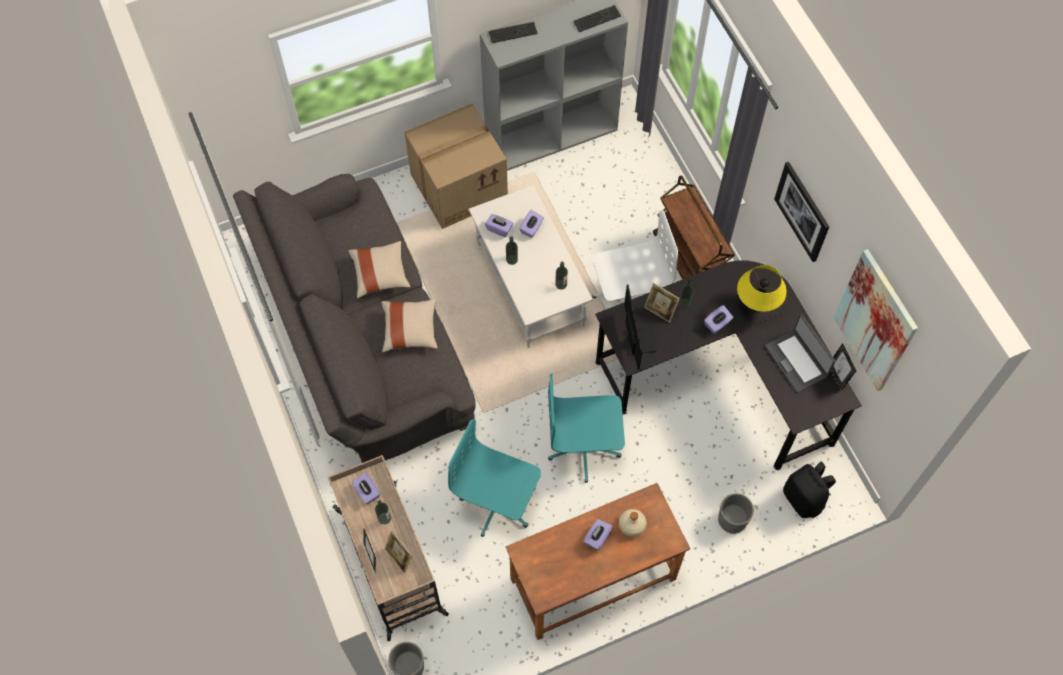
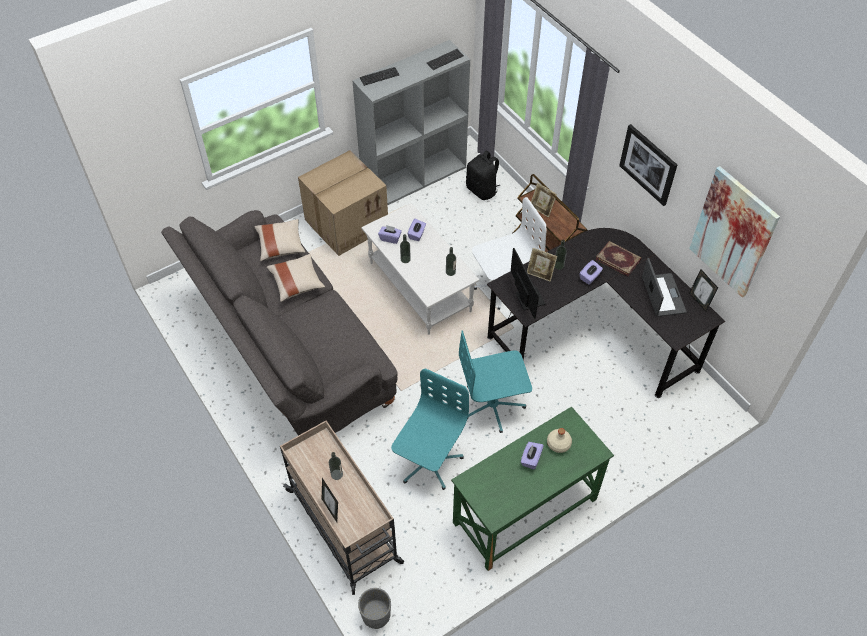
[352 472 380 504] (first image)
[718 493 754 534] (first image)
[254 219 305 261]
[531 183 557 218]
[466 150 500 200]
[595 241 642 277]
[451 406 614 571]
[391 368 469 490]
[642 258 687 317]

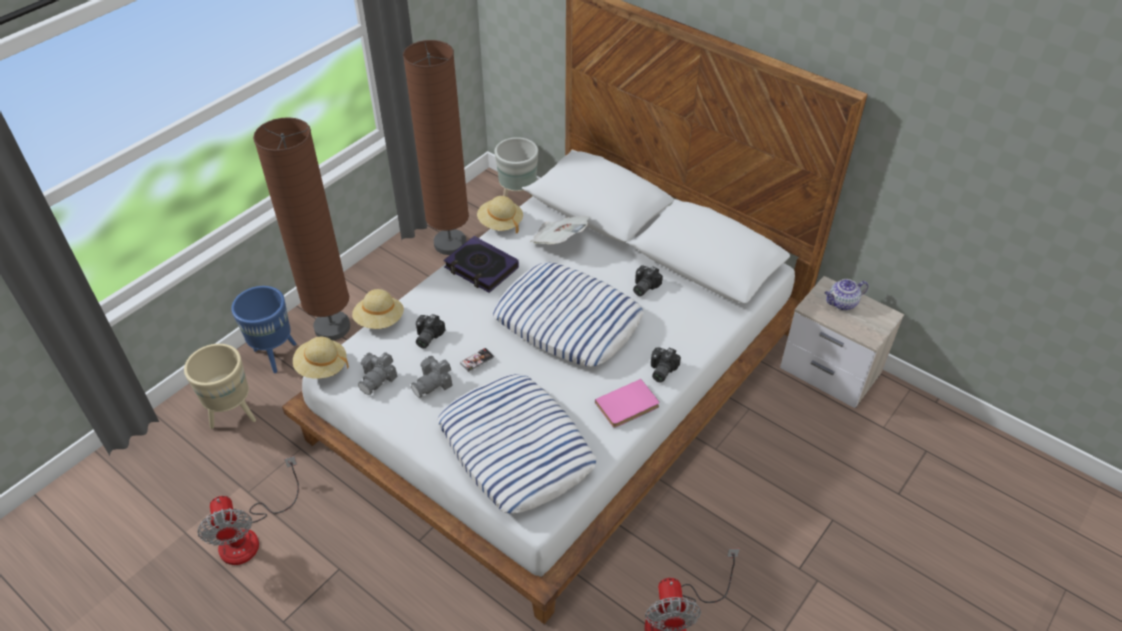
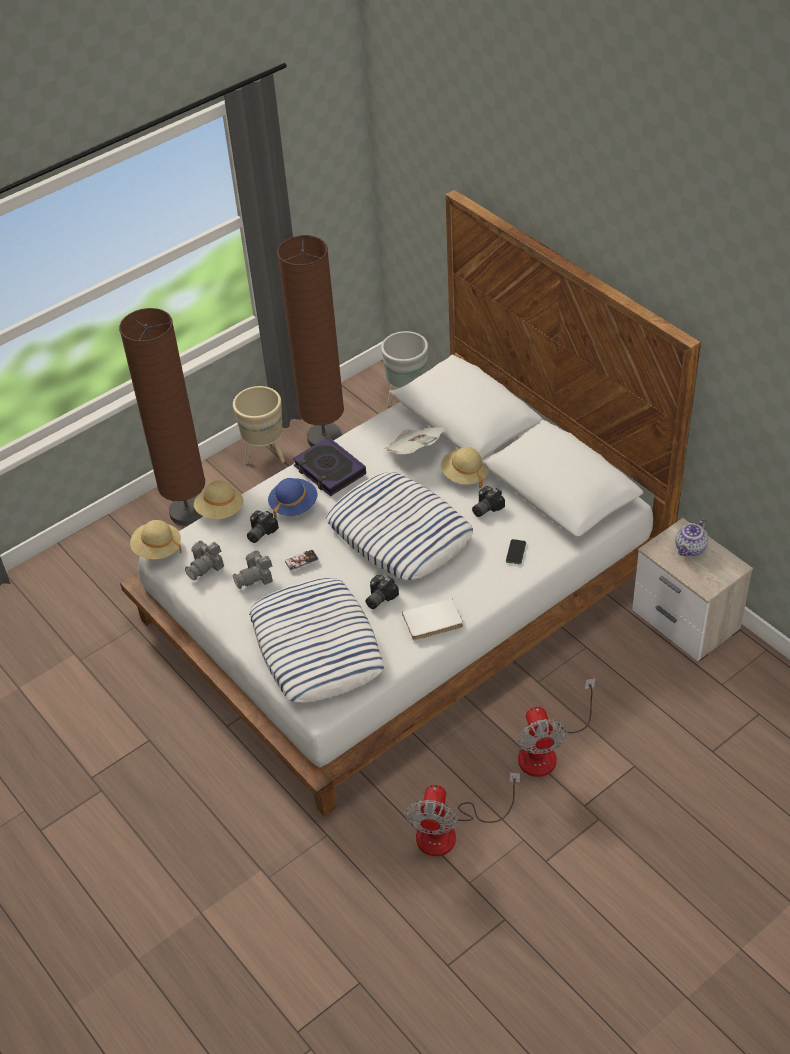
[231 286 296 373] (first image)
[268 478 318 519]
[506 539 526 564]
[233 386 285 464]
[518 678 595 777]
[441 447 489 488]
[365 575 399 609]
[402 598 463 640]
[675 518 708 556]

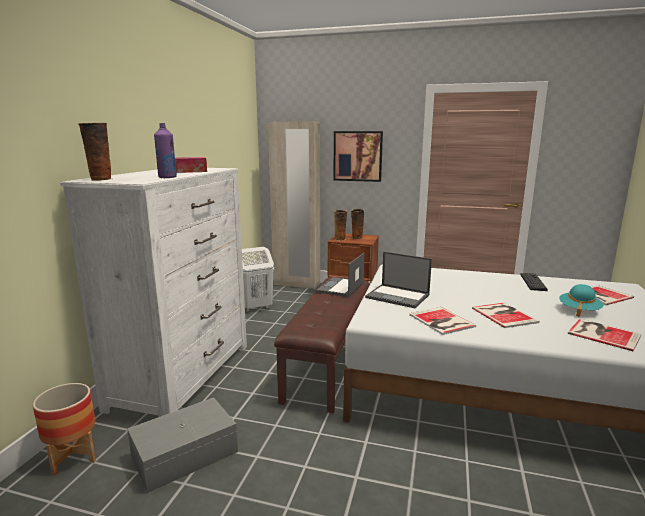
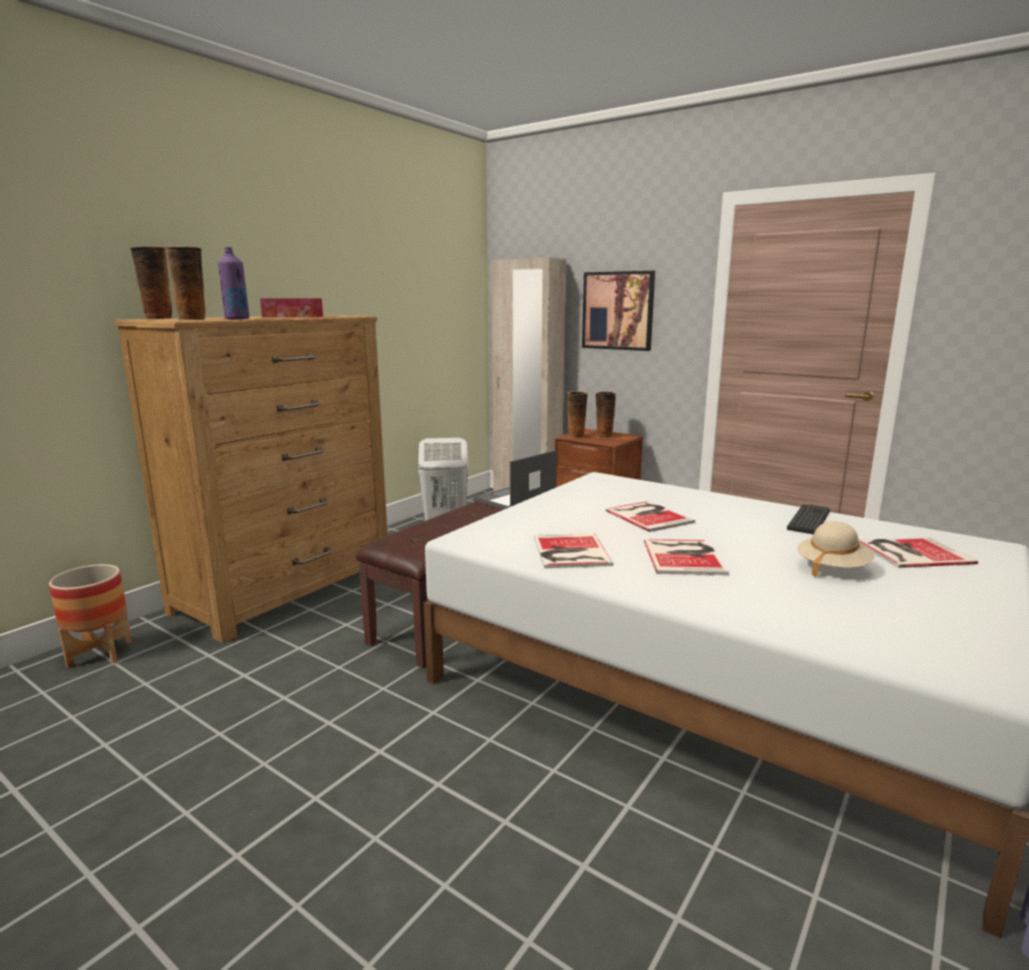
[127 397 238 493] (first image)
[365 252 432 308] (first image)
[166 246 205 320]
[605 501 695 532]
[114 315 388 643]
[797 521 875 577]

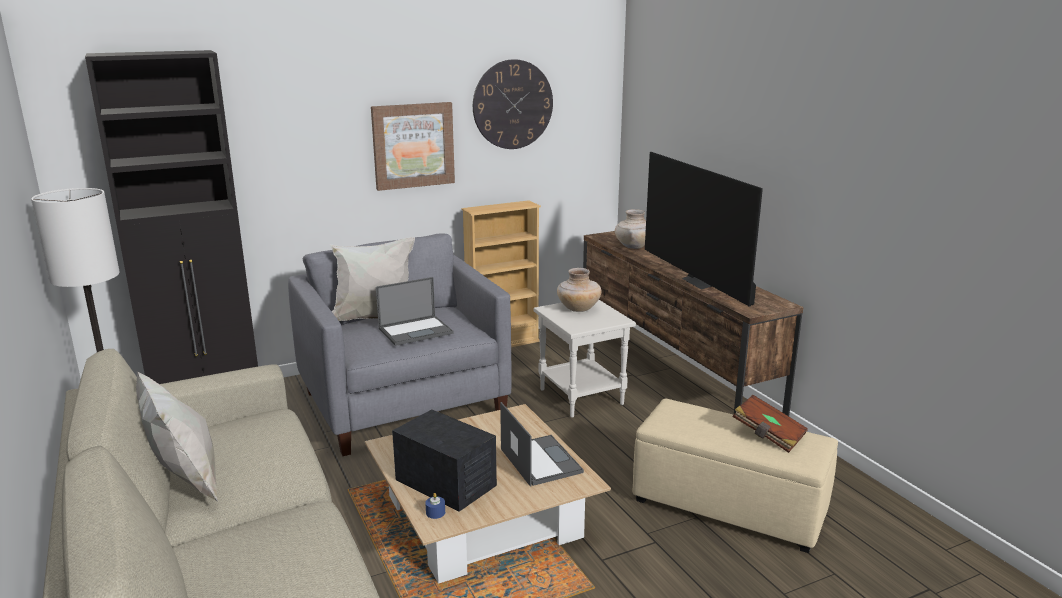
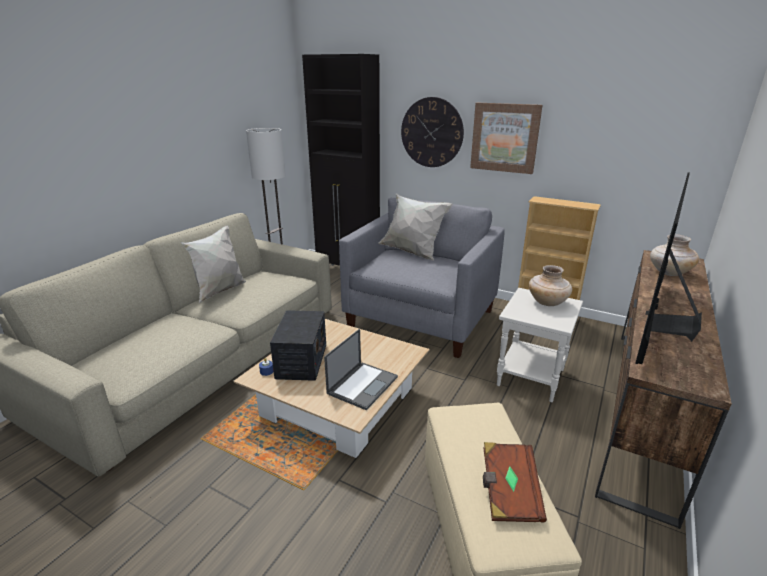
[376 277 453 346] (first image)
[401 97 464 167]

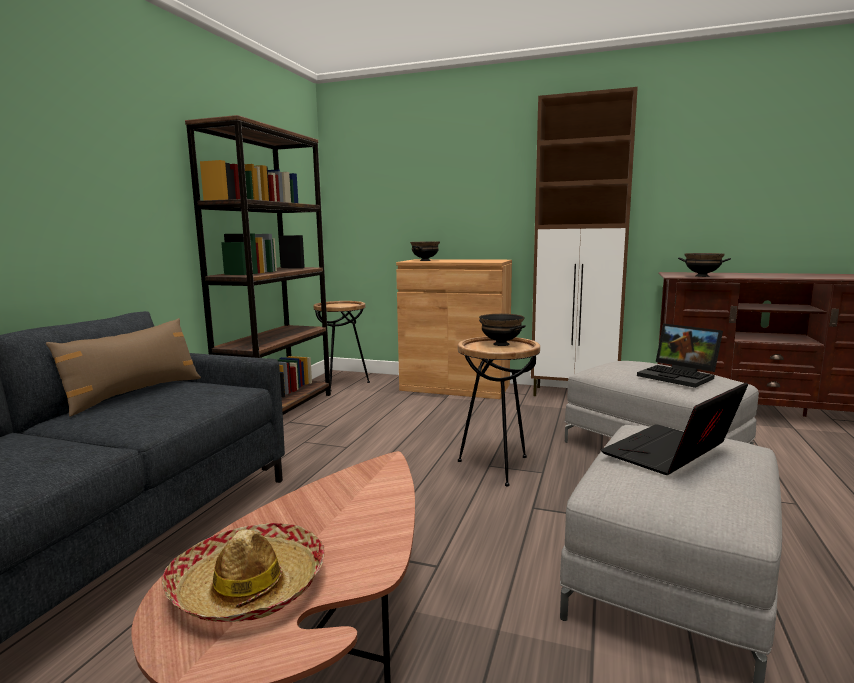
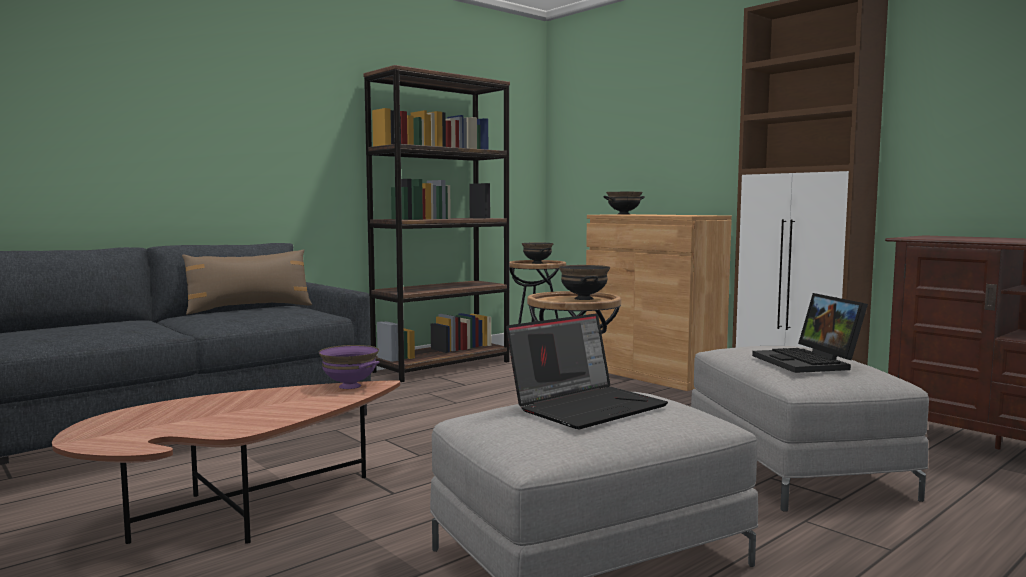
[162 523 325 622] (first image)
[319 345 379 389]
[522 243 554 264]
[506 313 668 429]

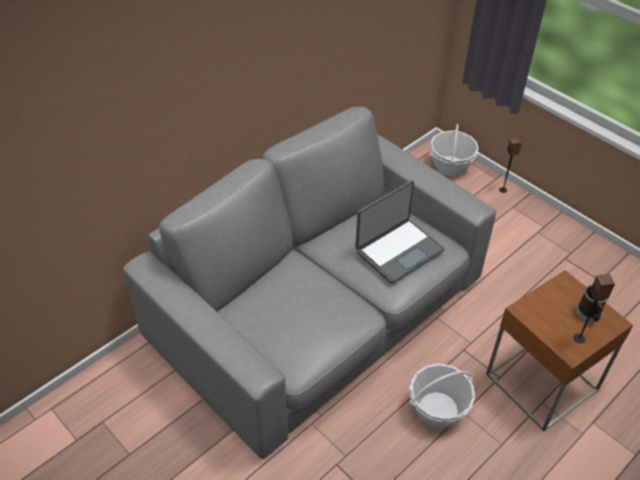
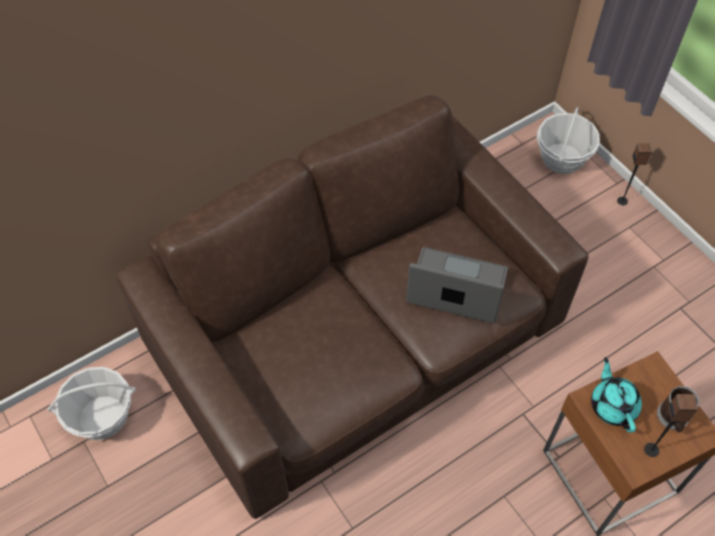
[591 357 642 433]
[47 367 136 440]
[116 95 589 519]
[406 247 508 323]

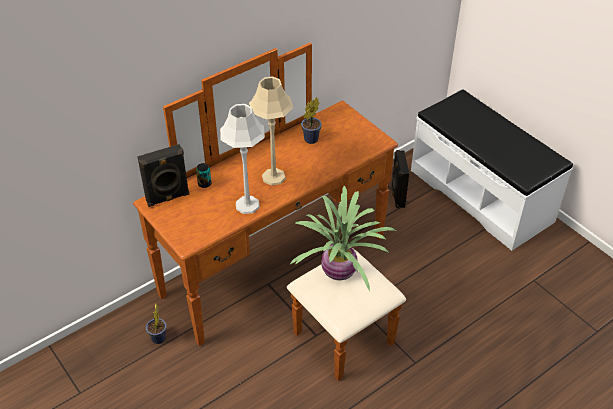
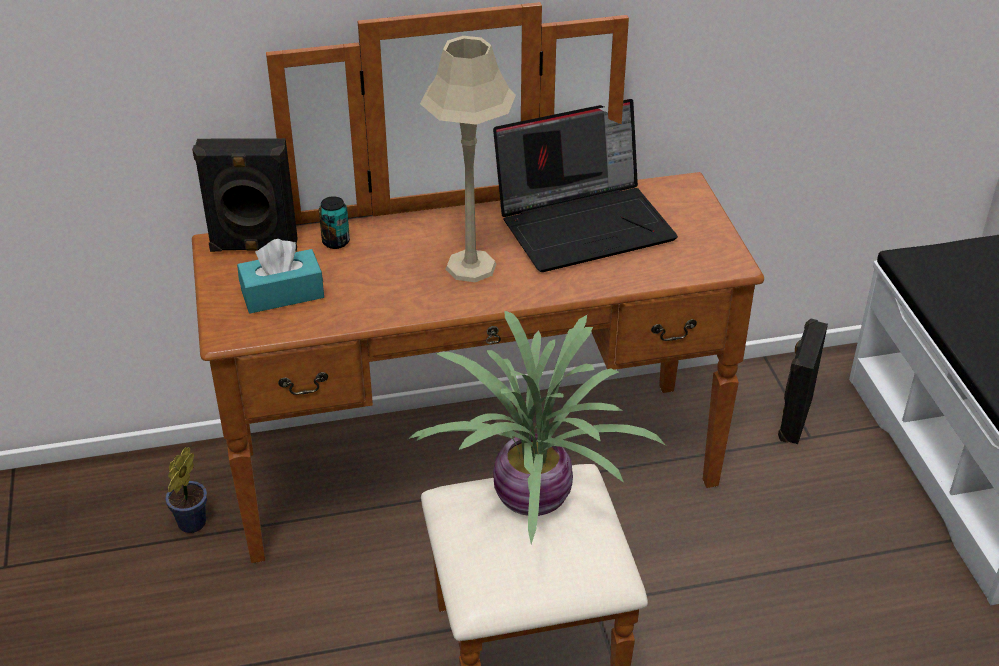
[220 104 265 214] (first image)
[237 239 324 314]
[493 99 678 272]

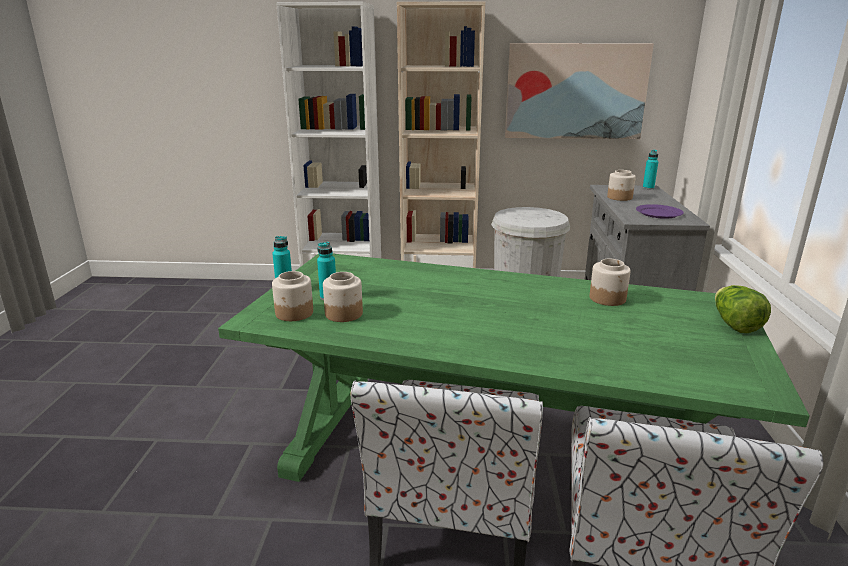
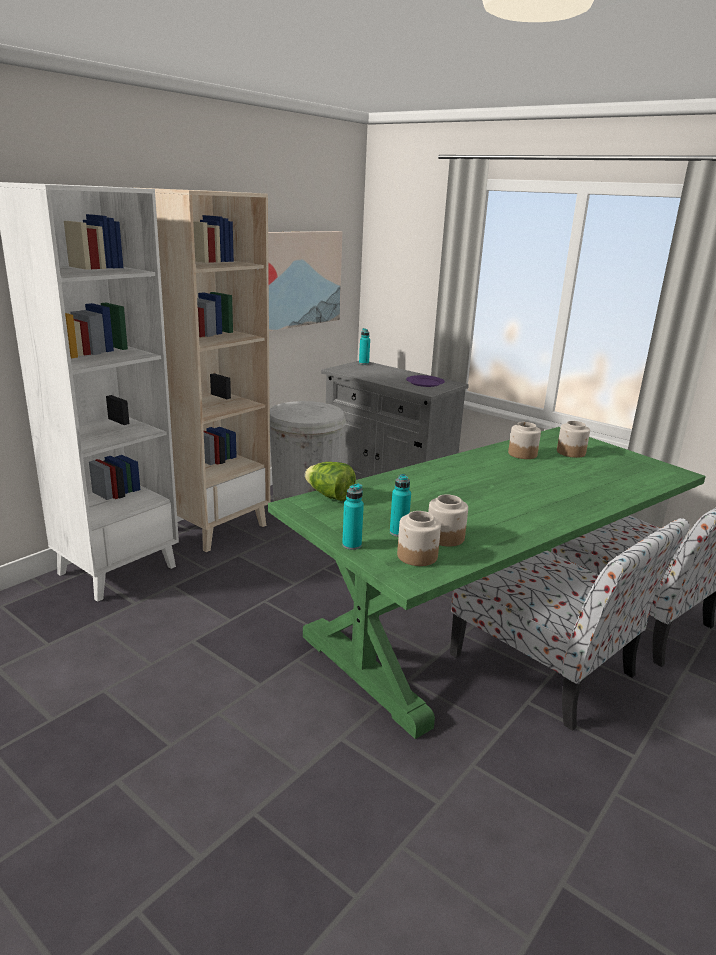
[557 421 590 458]
[305 462 356 501]

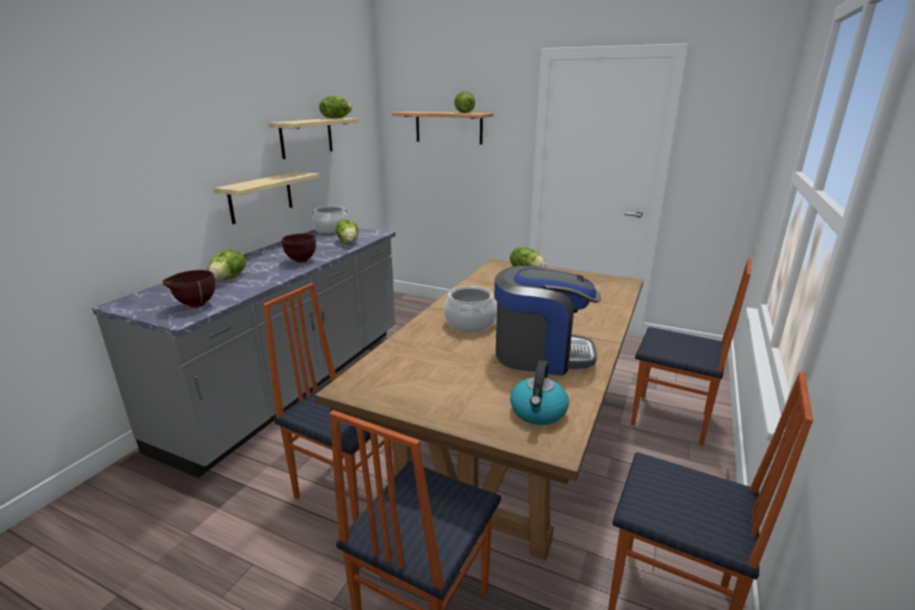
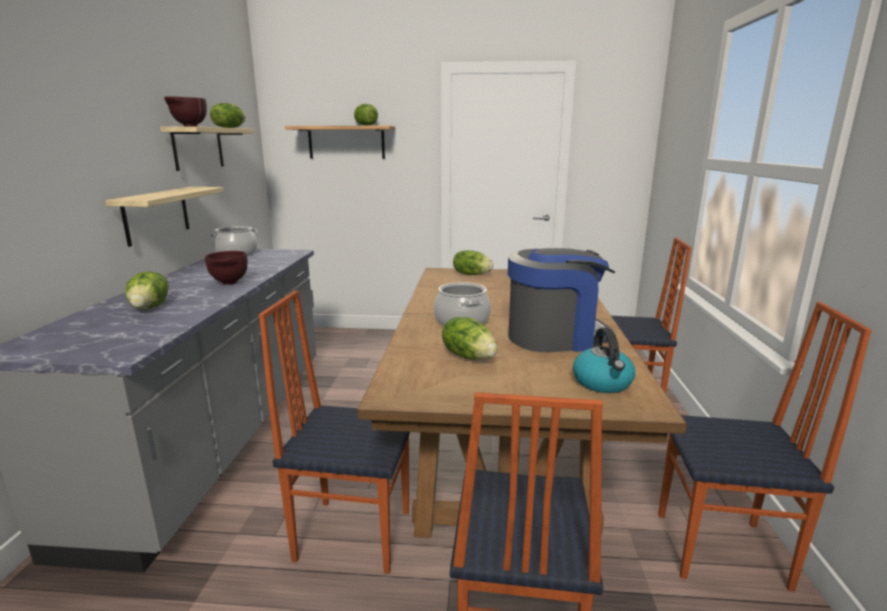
[164 96 207 126]
[442 317 498 360]

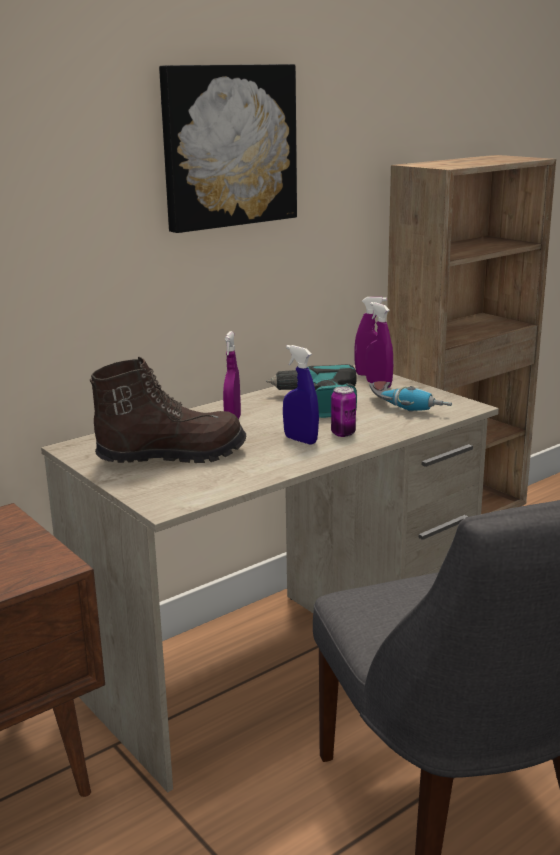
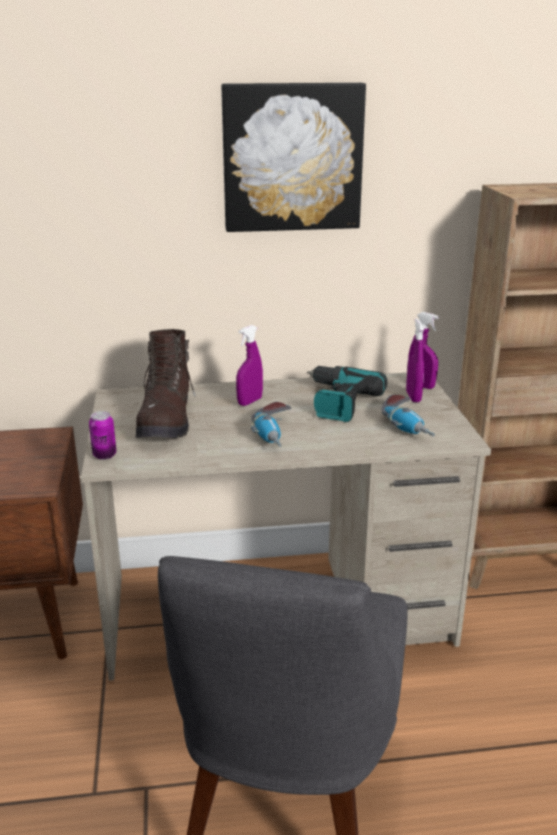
[89 411 116 460]
[251 402 291 447]
[135 329 196 438]

